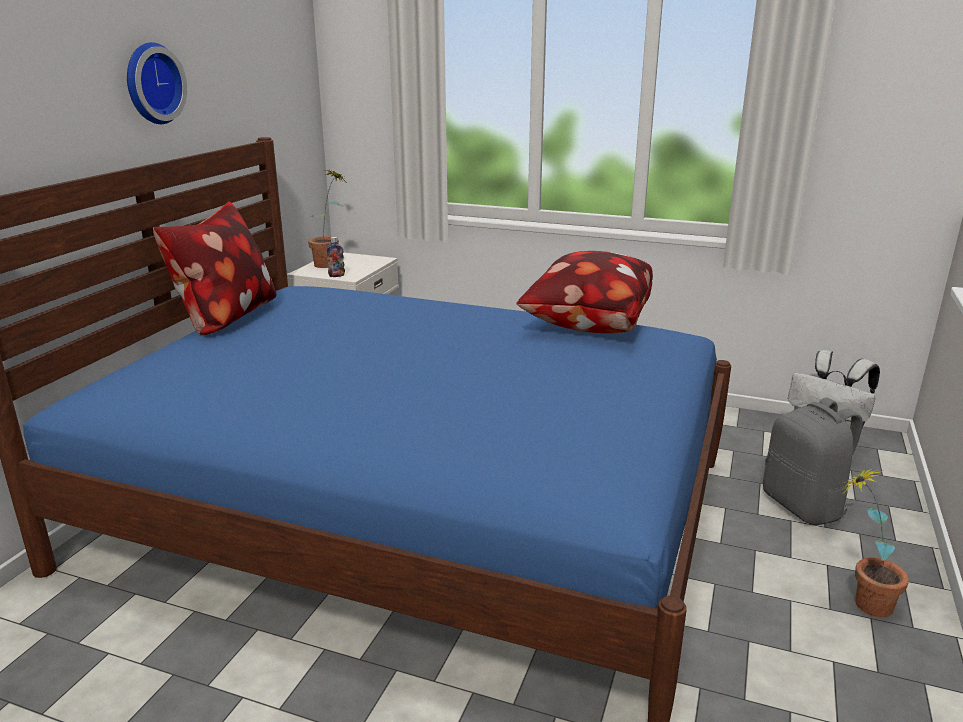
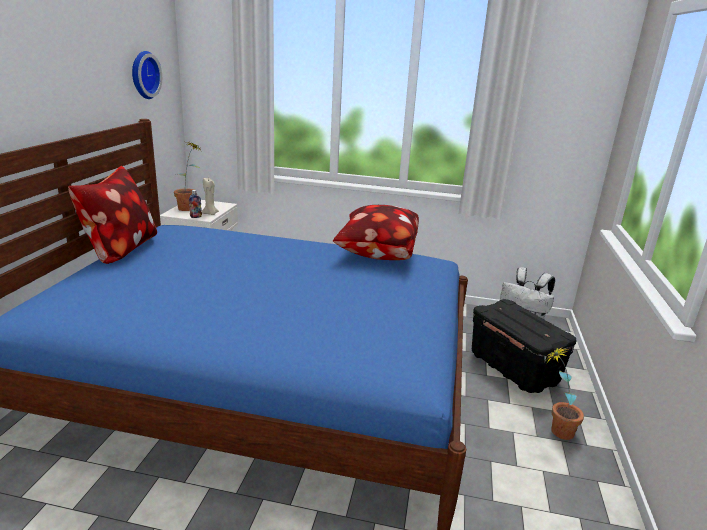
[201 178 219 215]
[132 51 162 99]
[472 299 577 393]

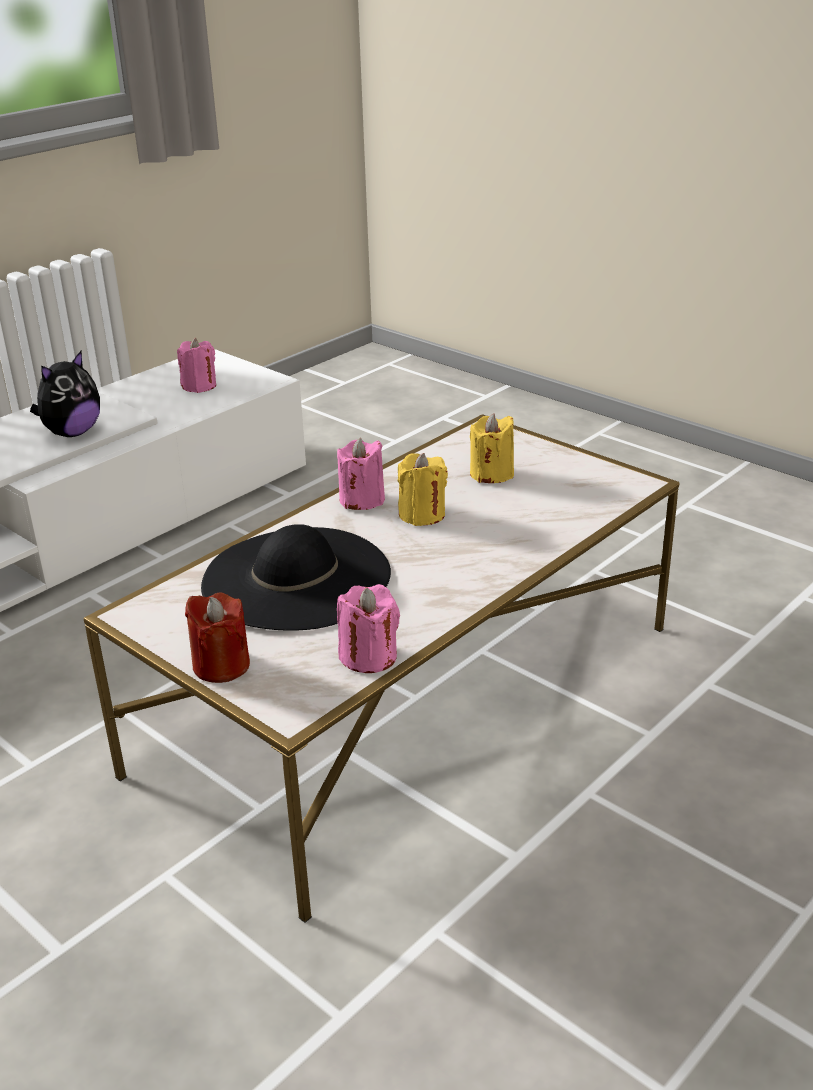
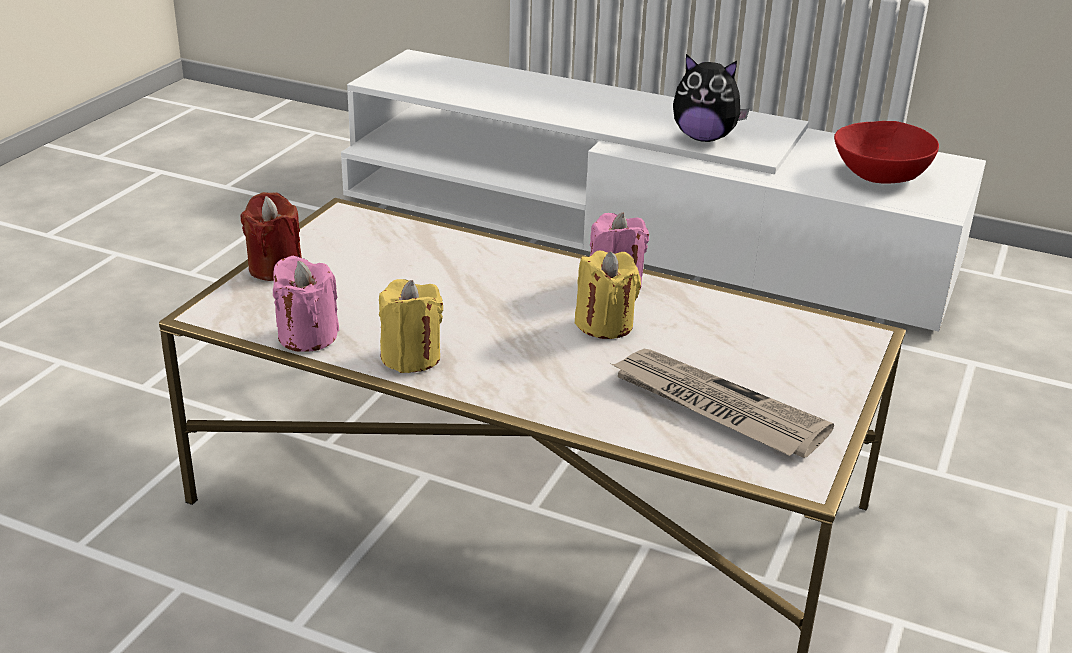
[201 524 391 631] (first image)
[611 349 834 458]
[379 279 443 373]
[834 121 939 184]

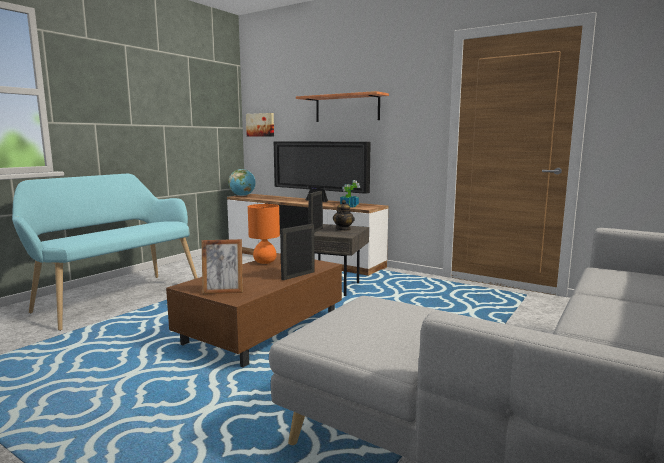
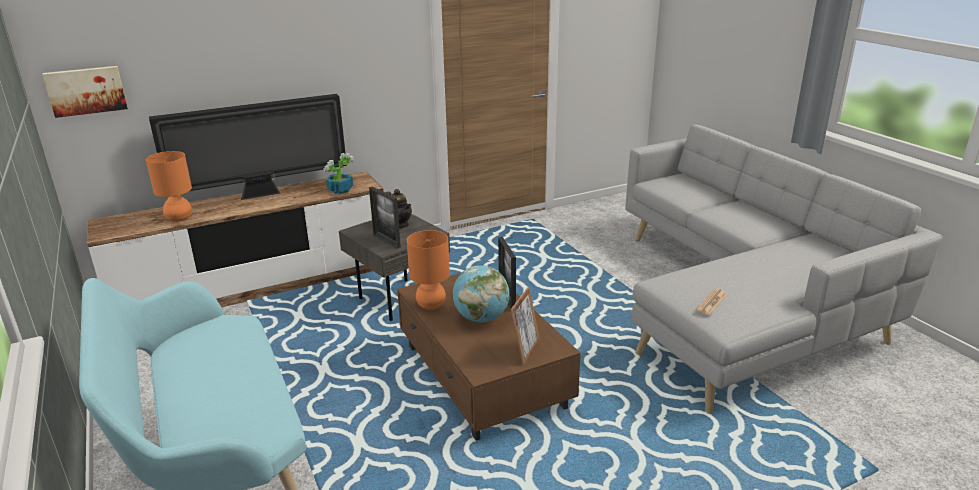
[296 91 389 122] (first image)
[146 151 192 222]
[696 289 727 315]
[452 265 509 322]

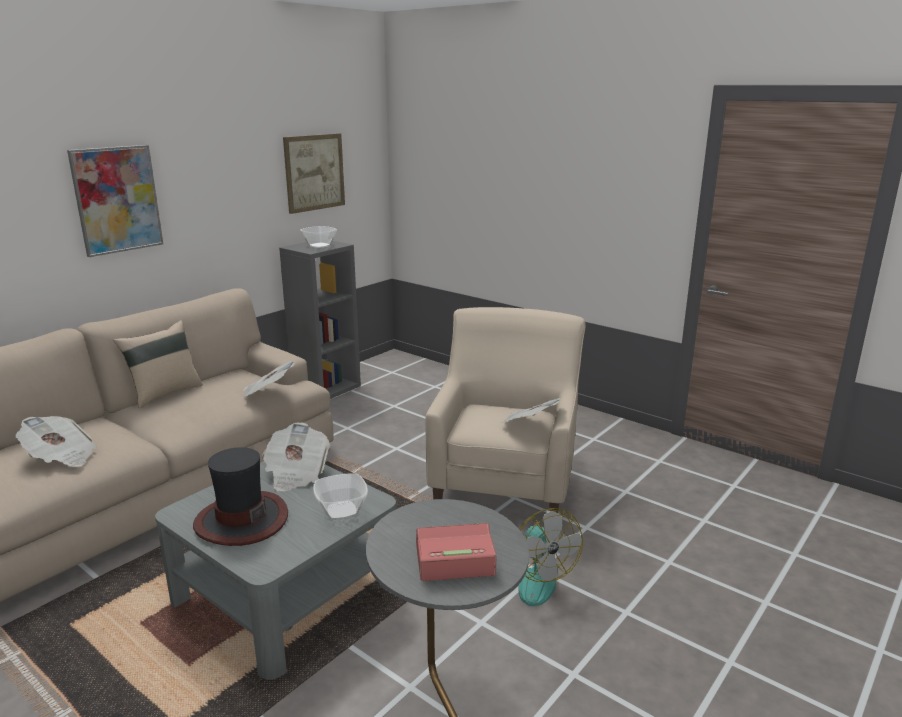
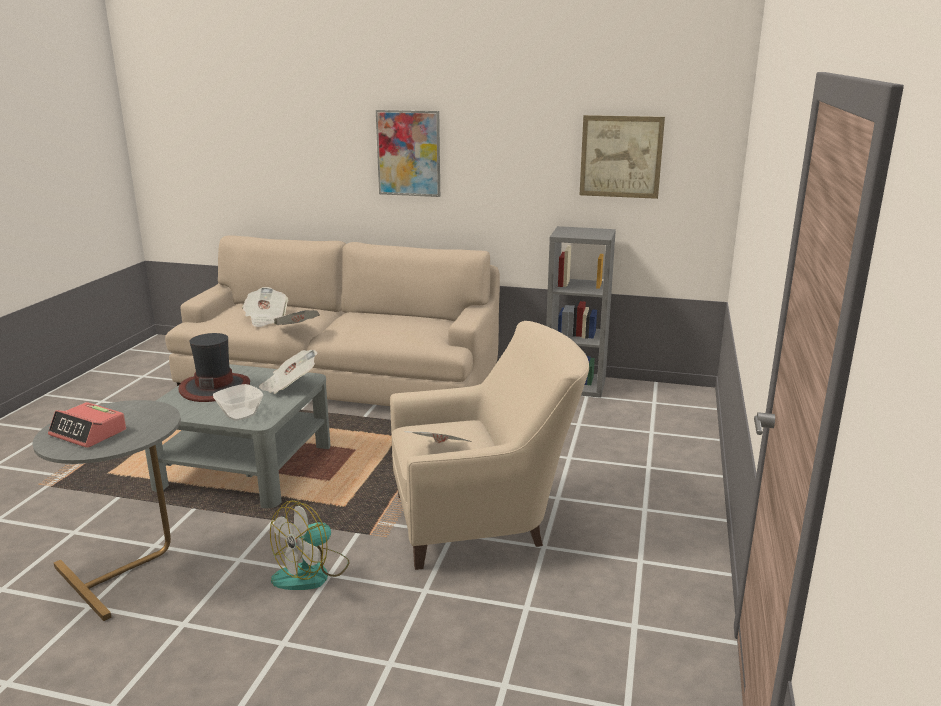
[113 320 203 409] (first image)
[300 226 337 248] (first image)
[274 310 320 325]
[48 402 126 448]

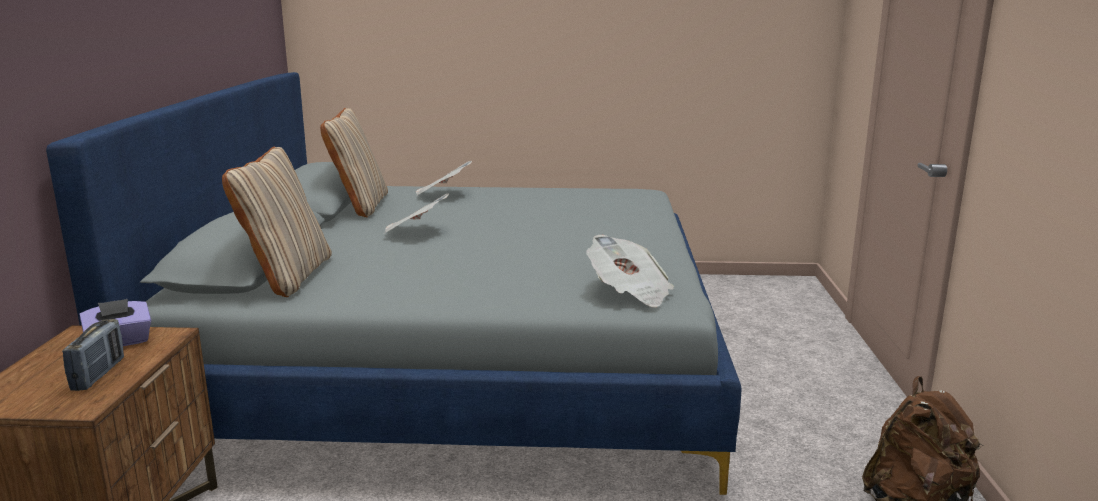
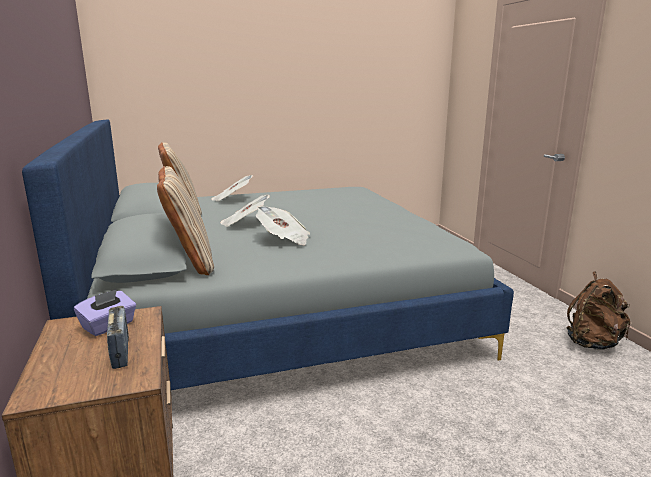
[256 206 310 245]

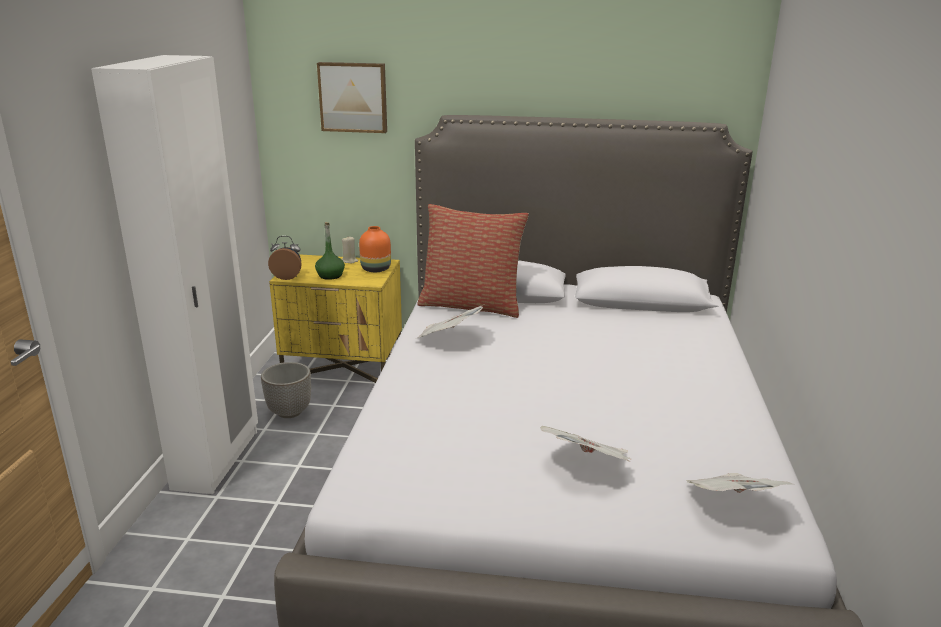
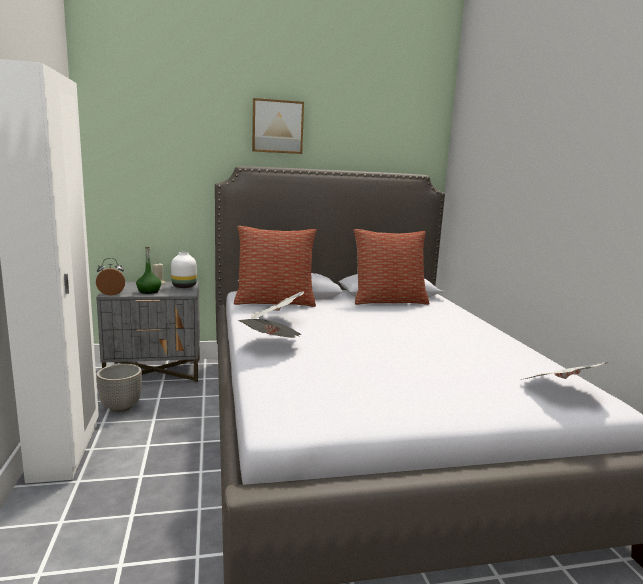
[354 229 429 305]
[252 98 304 154]
[238 319 301 338]
[96 281 200 383]
[171 252 197 288]

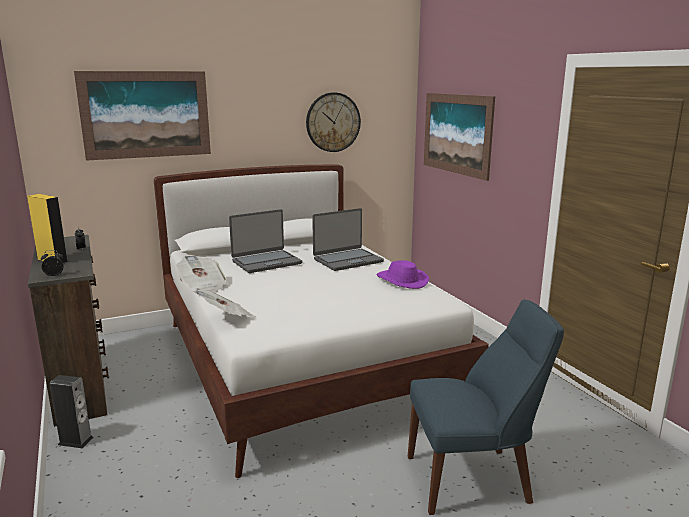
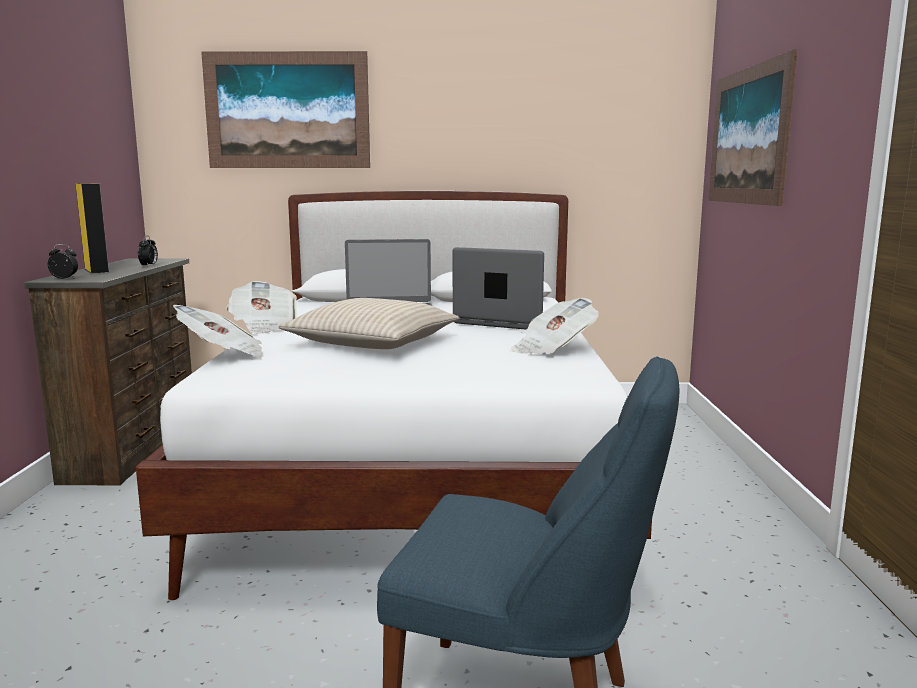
[50 375 94 448] (first image)
[306 92 361 152] (first image)
[278 298 460 349]
[511 298 599 354]
[453 247 544 329]

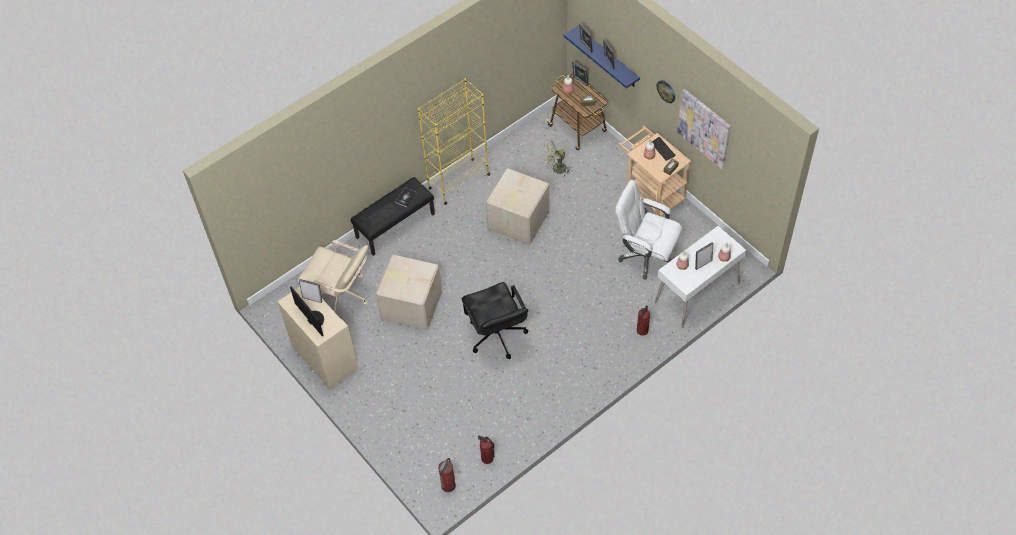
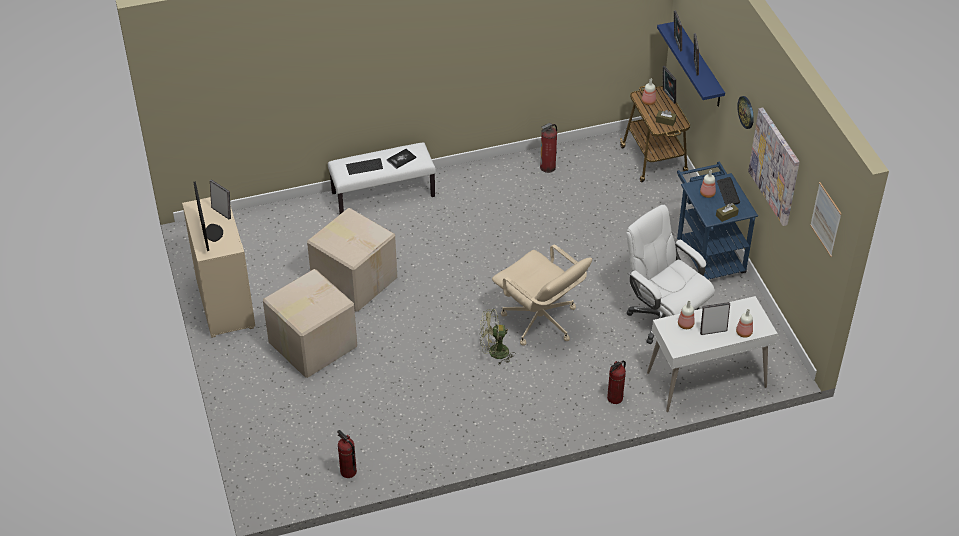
[418 78 490 205] (first image)
[462 282 528 359] (first image)
[810 182 841 257]
[492 245 592 346]
[540 123 557 173]
[263 269 357 378]
[480 309 516 365]
[328 142 436 214]
[677 162 758 280]

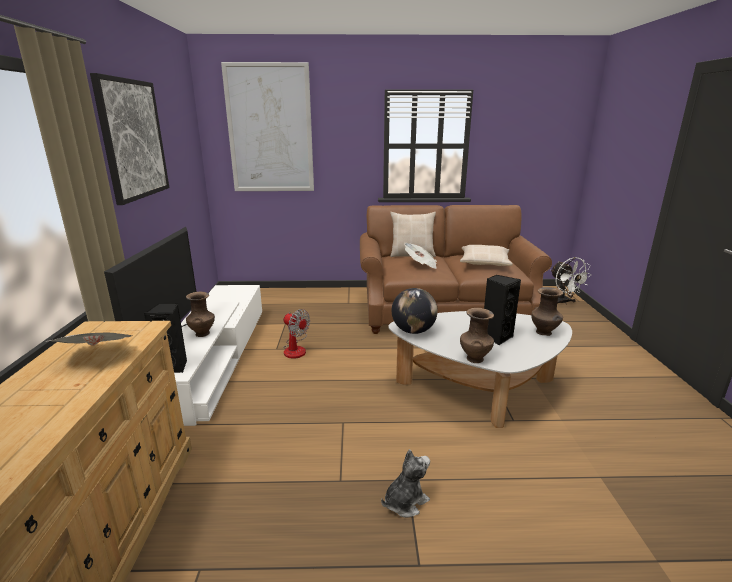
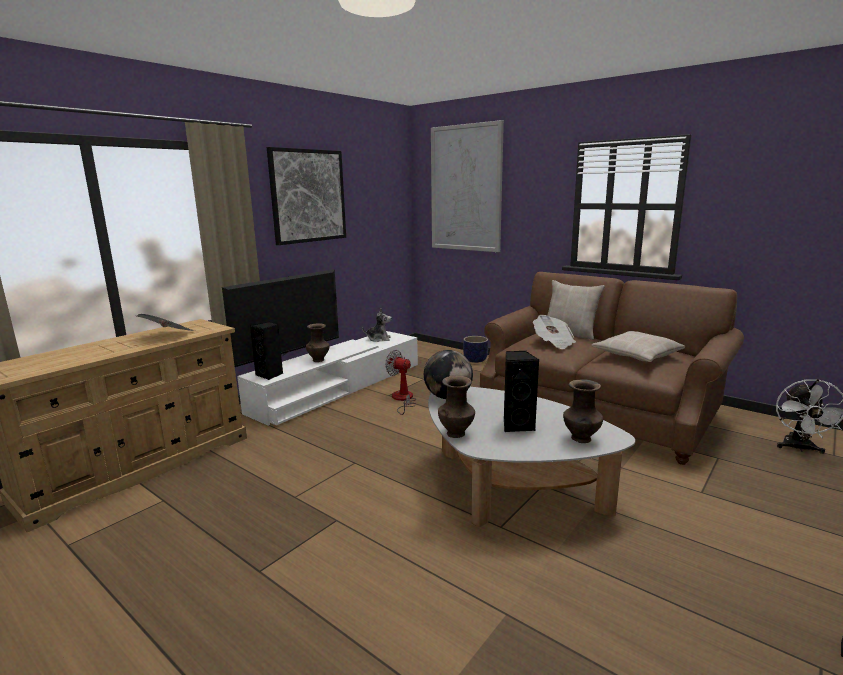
[463 336 488 363]
[362 309 392 342]
[385 350 416 415]

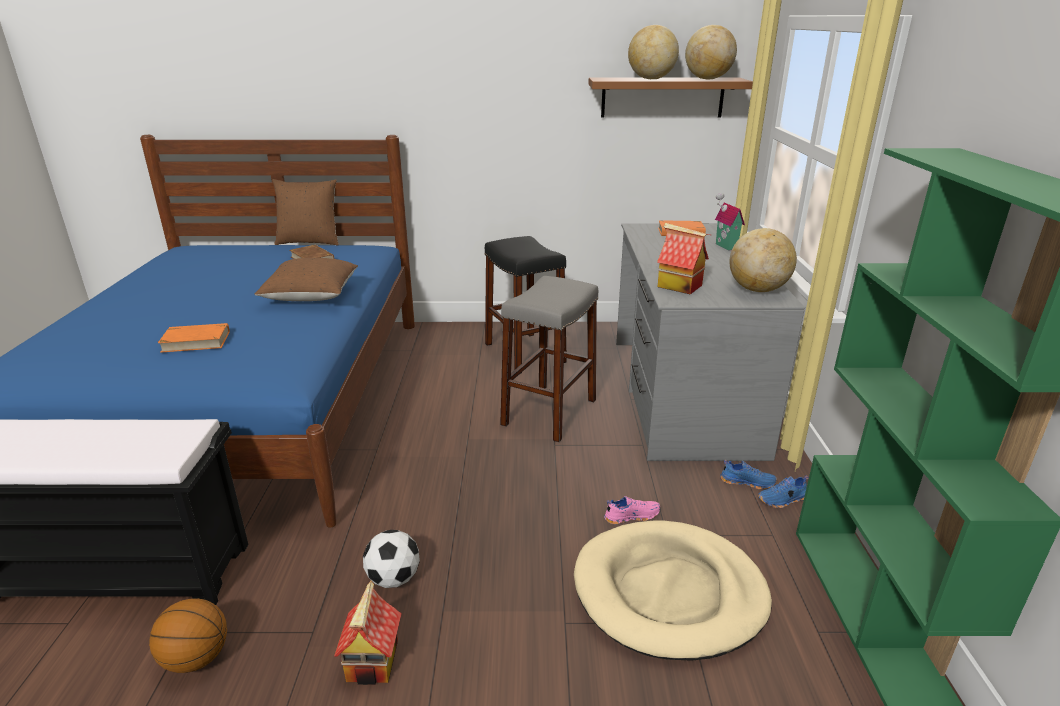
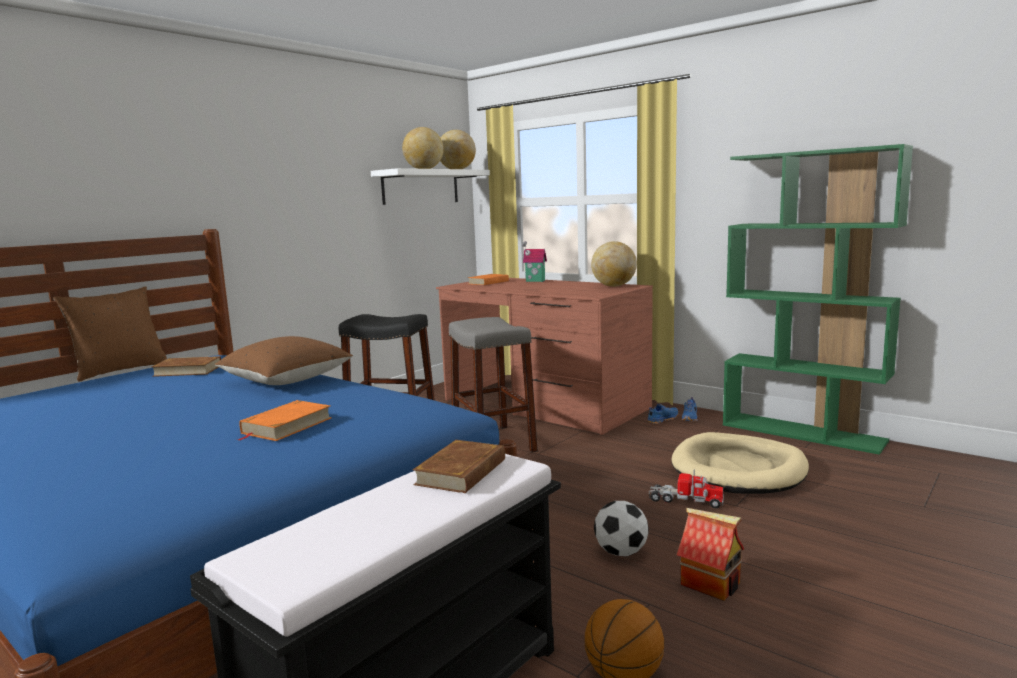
[604 496 660 525] (first image)
[657 223 709 294] (first image)
[413 440 505 493]
[649 469 724 508]
[371 168 490 205]
[436 278 653 435]

